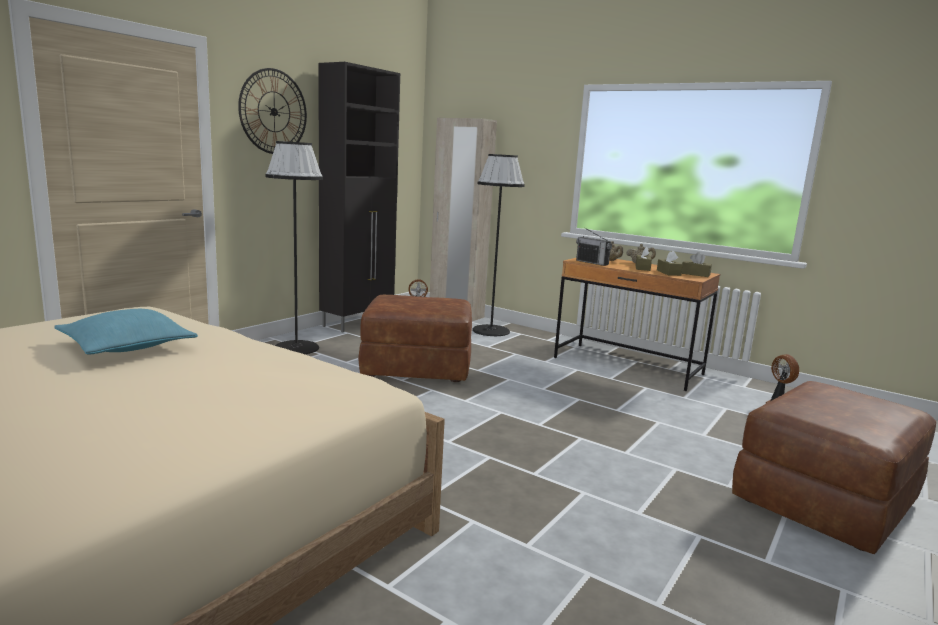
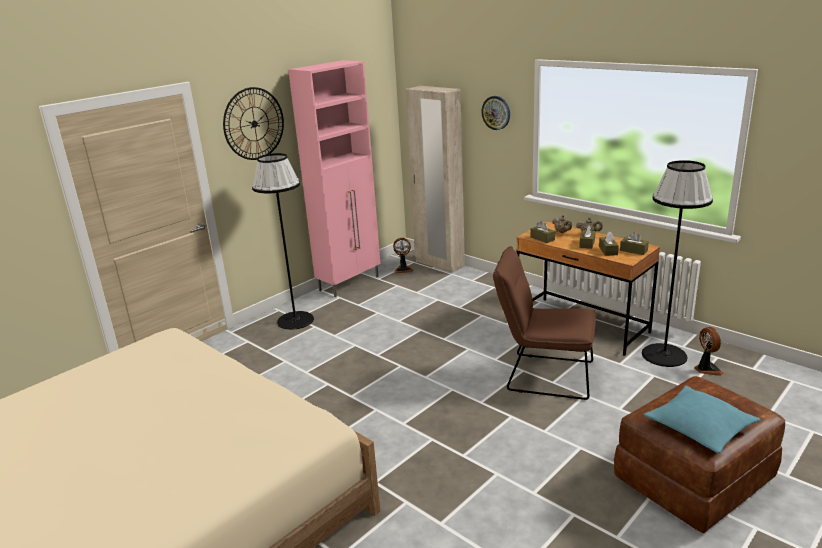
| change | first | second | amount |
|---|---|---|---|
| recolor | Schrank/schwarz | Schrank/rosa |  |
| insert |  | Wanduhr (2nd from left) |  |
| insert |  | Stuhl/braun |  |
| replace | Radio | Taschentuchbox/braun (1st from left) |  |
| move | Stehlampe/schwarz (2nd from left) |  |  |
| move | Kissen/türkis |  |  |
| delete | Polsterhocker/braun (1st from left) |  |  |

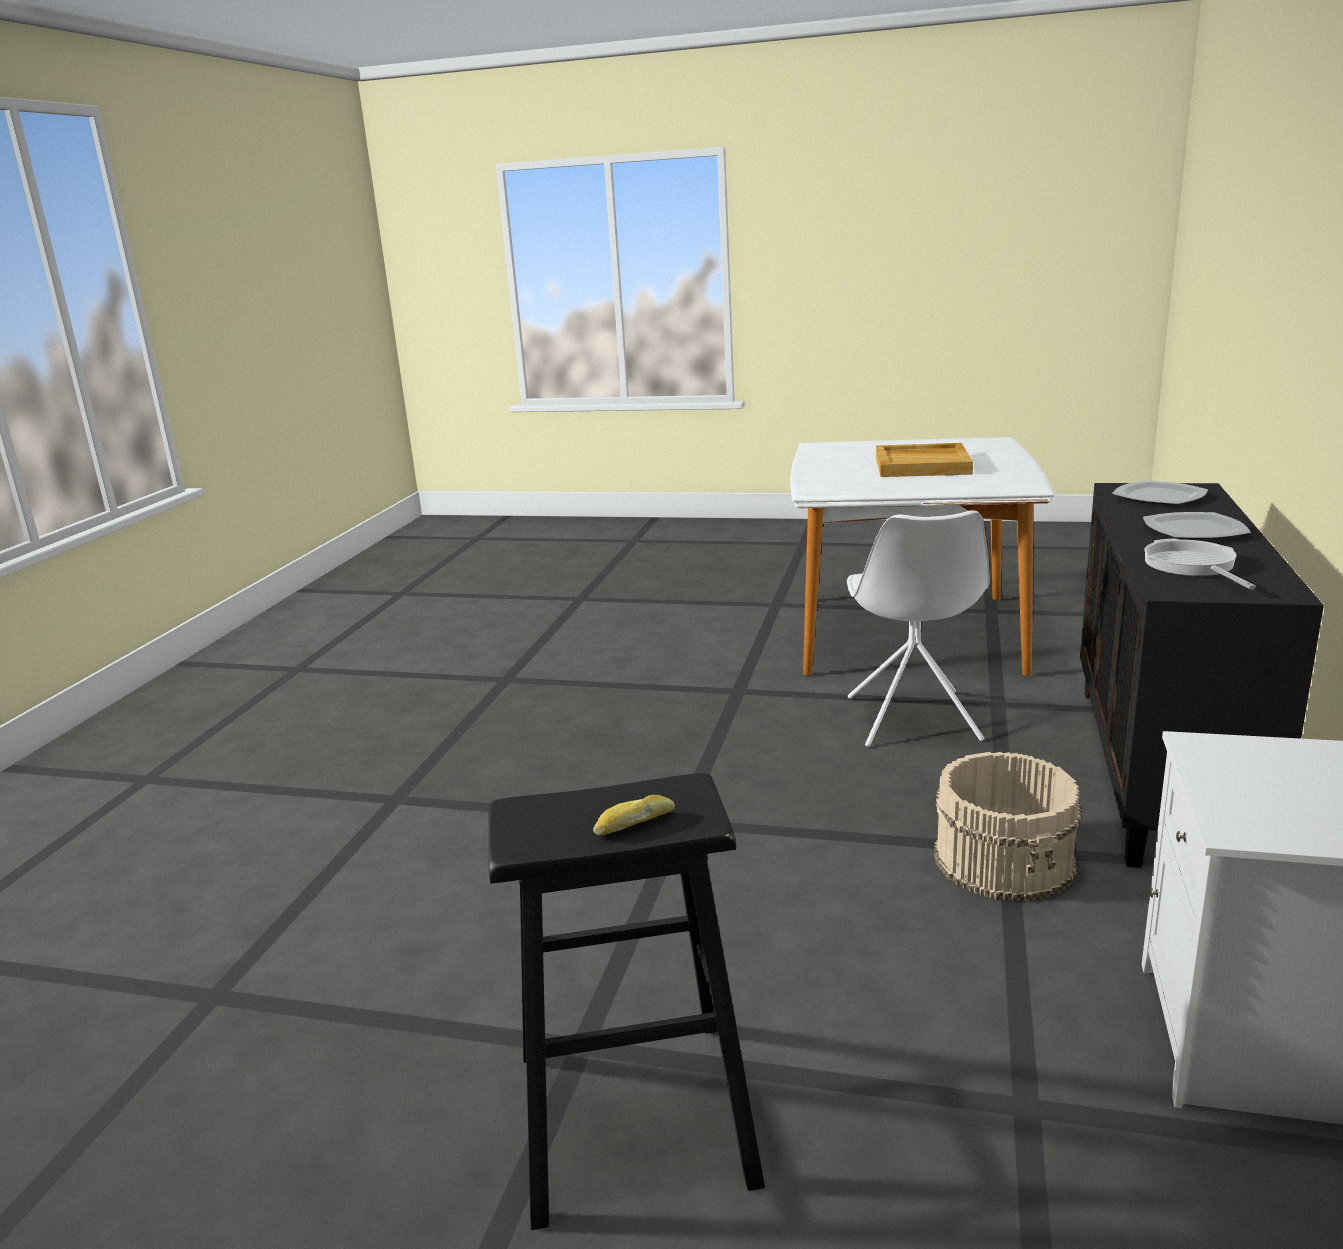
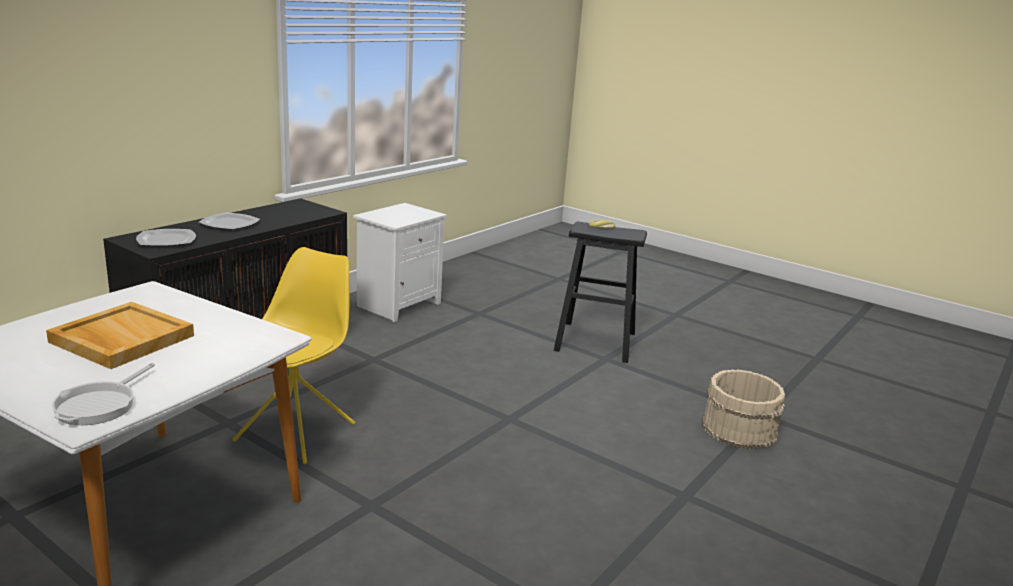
| change | first | second | amount |
|---|---|---|---|
| move | Pfanne |  |  |
| recolor | Stuhl/weiß | Stuhl/gelb |  |
| move | Eimer/beige |  |  |

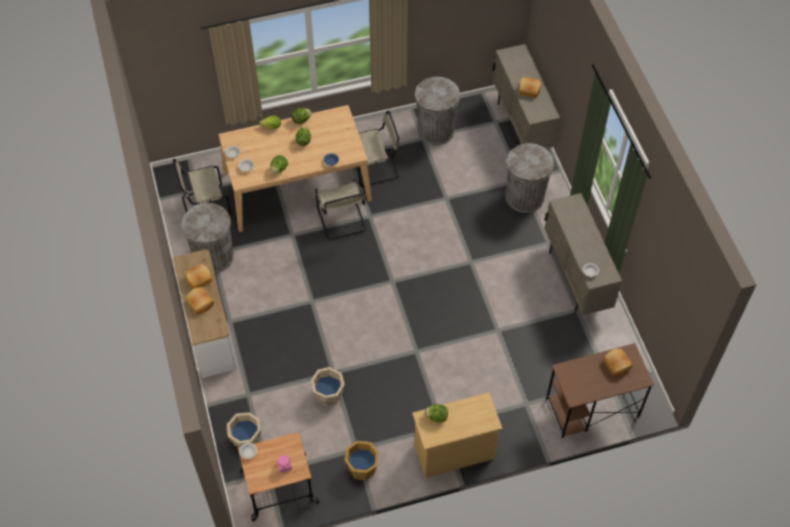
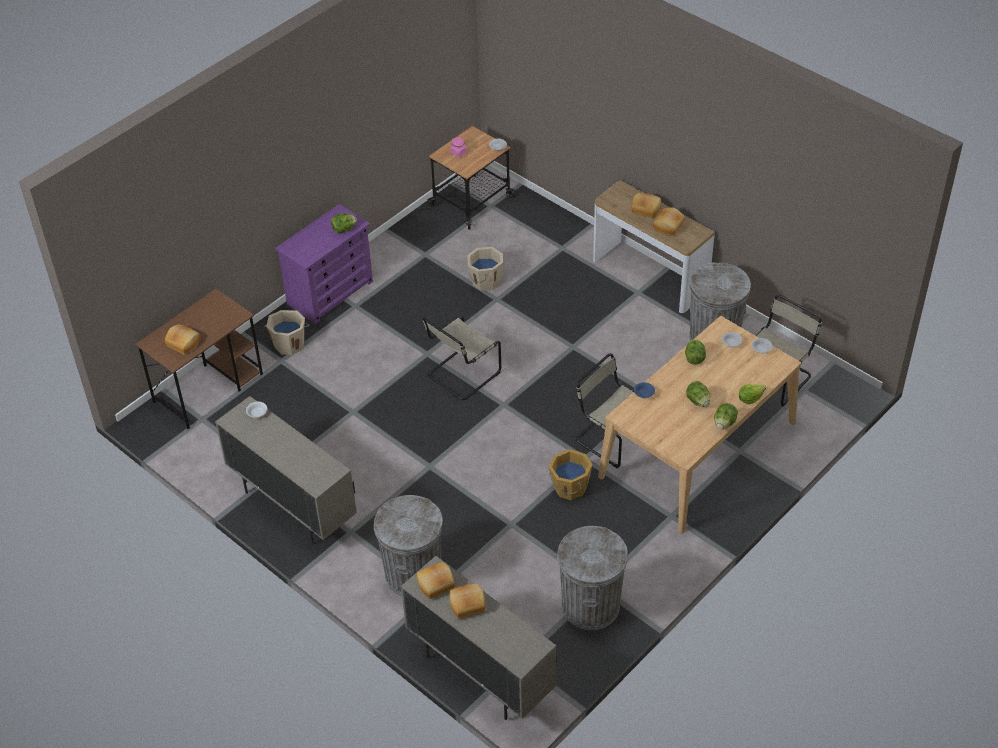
| change | first | second | amount |
|---|---|---|---|
| move | Eimer/beige (1st from left) |  |  |
| recolor | Kommode/beige | Kommode/lila |  |
| insert |  | Brot (2nd from left) |  |
| move | Stuhl/beige (3rd from left in the first image) | Stuhl/beige (1st from left) |  |
| move | Eimer/orange |  |  |

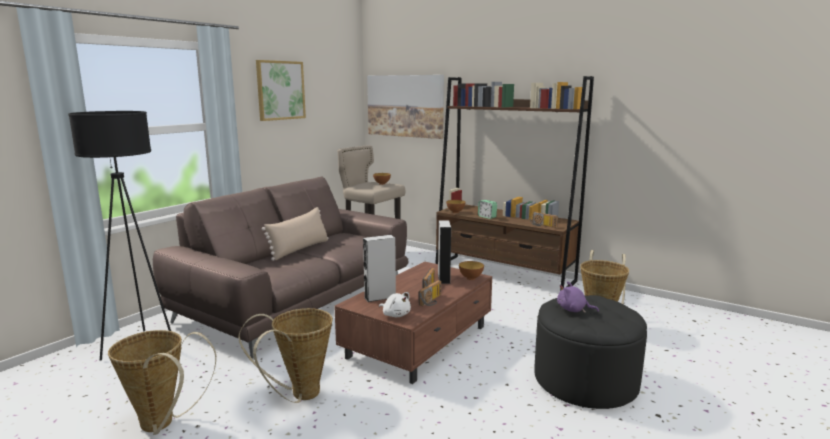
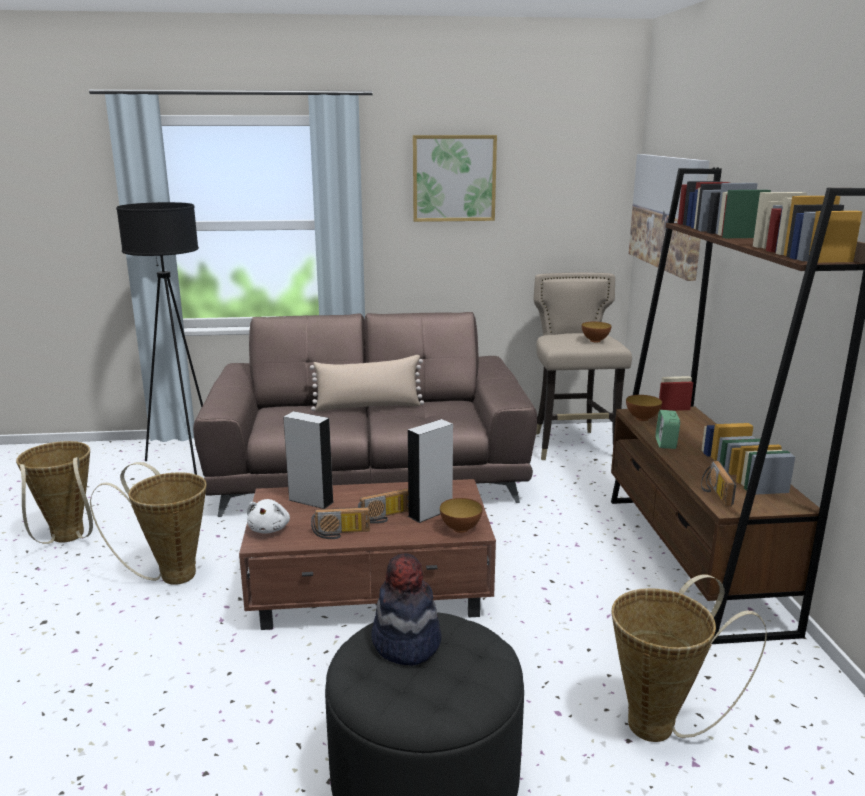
| change | first | second | amount |
|---|---|---|---|
| replace | Plüschtier/lila | Hut |  |

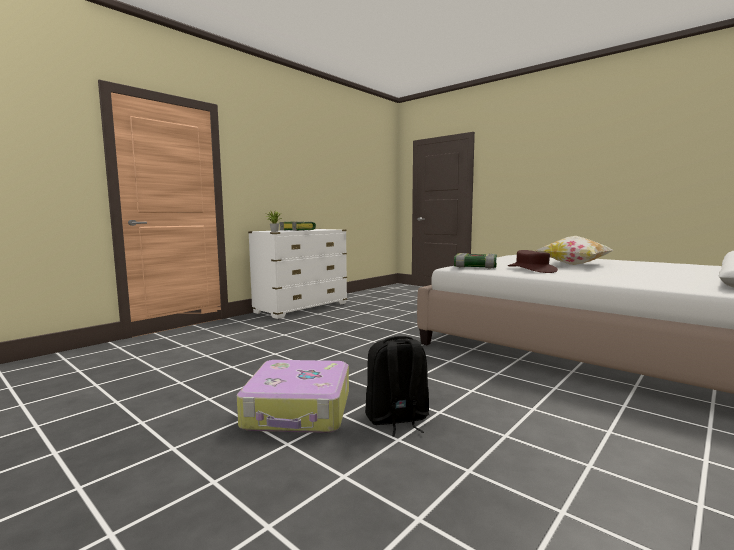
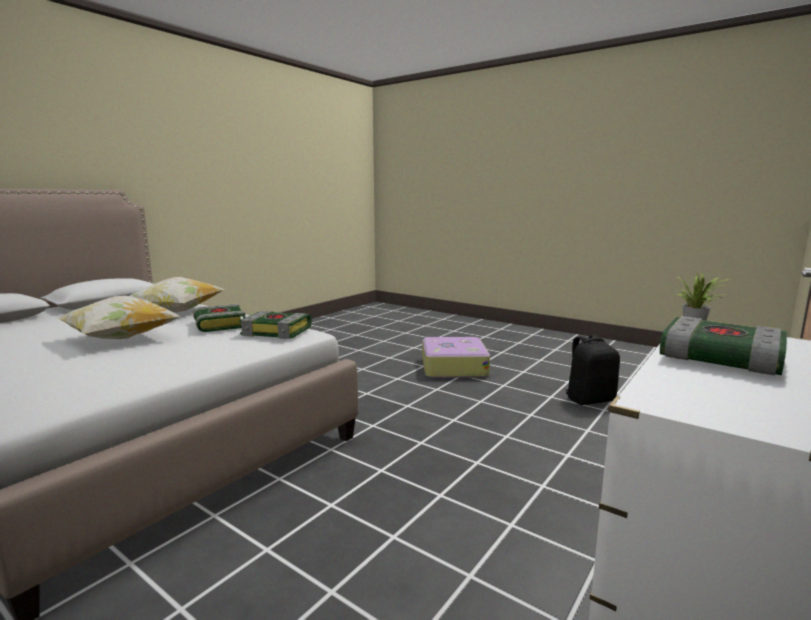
| change | first | second | amount |
|---|---|---|---|
| insert |  | Kissen (2nd from left) |  |
| replace | Hut/braun | Buch (1st from left) |  |
| move | Rucksack/schwarz |  |  |

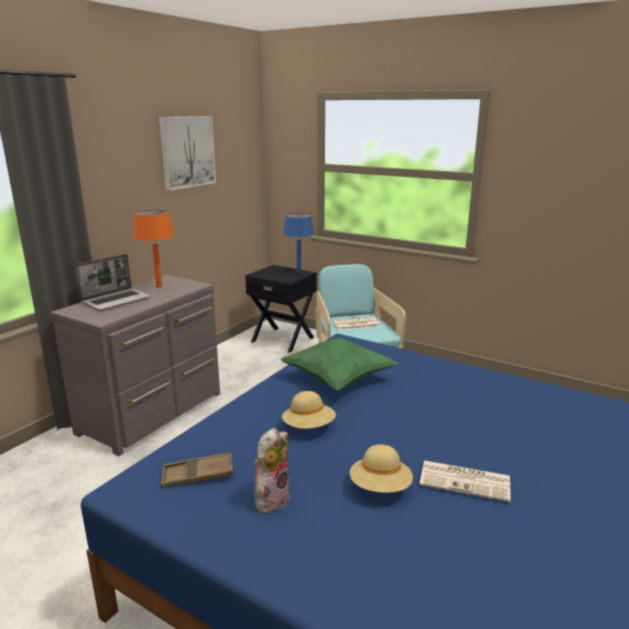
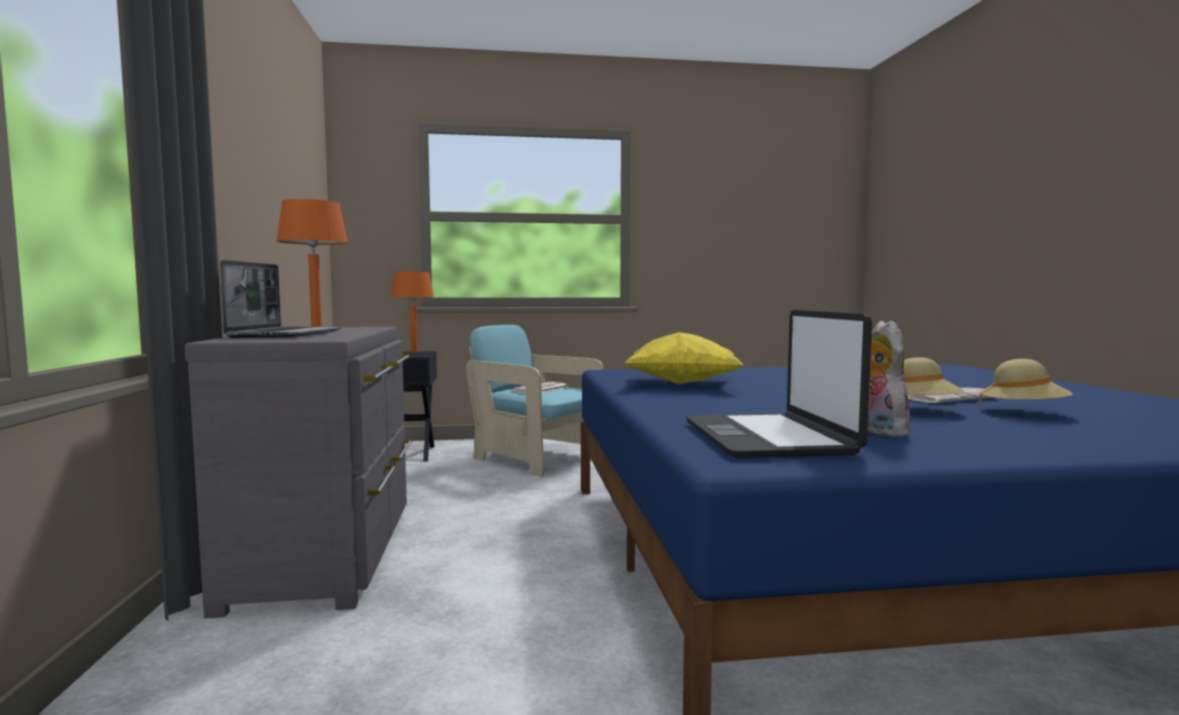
| change | first | second | amount |
|---|---|---|---|
| recolor | Tischlampe/blau | Tischlampe/orange (2nd from left) |  |
| recolor | Kissen/grün | Kissen/gelb |  |
| replace | Tablett/braun | Laptop (2nd from left) |  |
| move | Hut/beige (1st from left in the first image) | Hut/beige (2nd from left) |  |
| delete | Bild |  |  |

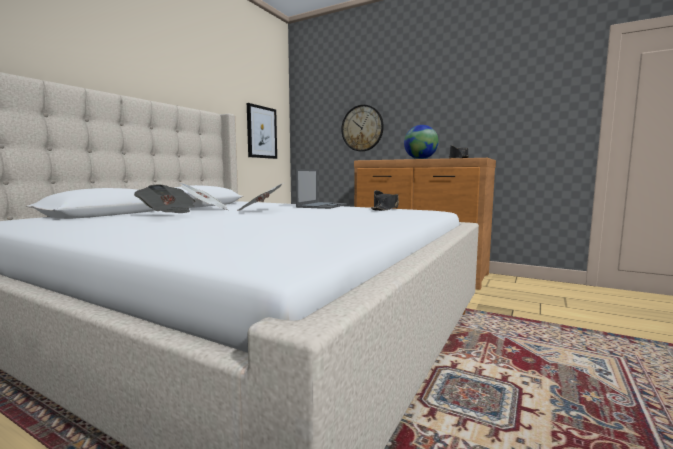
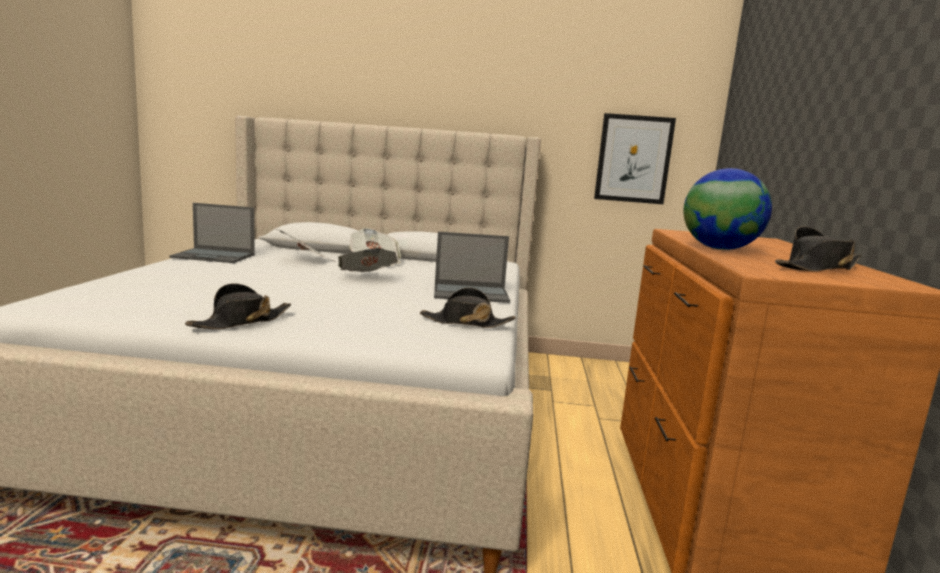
| change | first | second | amount |
|---|---|---|---|
| insert |  | Laptop (1st from left) |  |
| insert |  | Hut/schwarz (1st from left) |  |
| delete | Wanduhr |  |  |

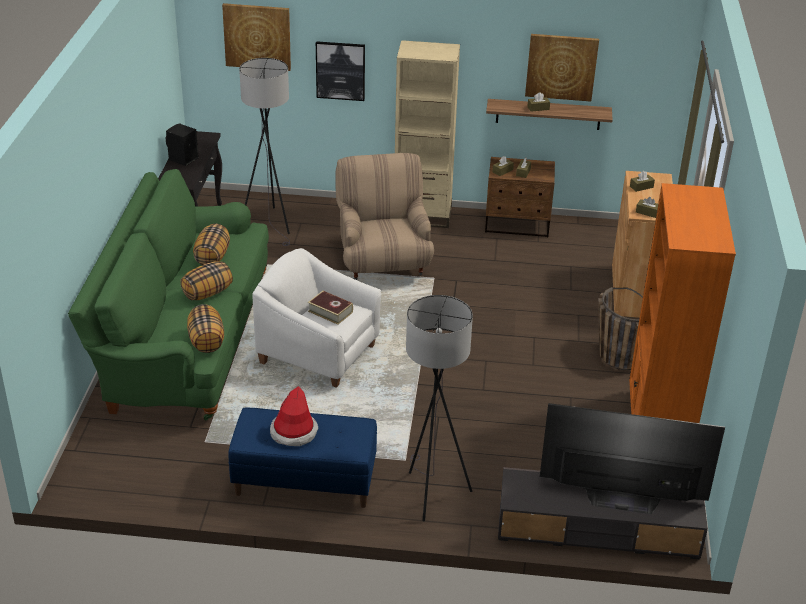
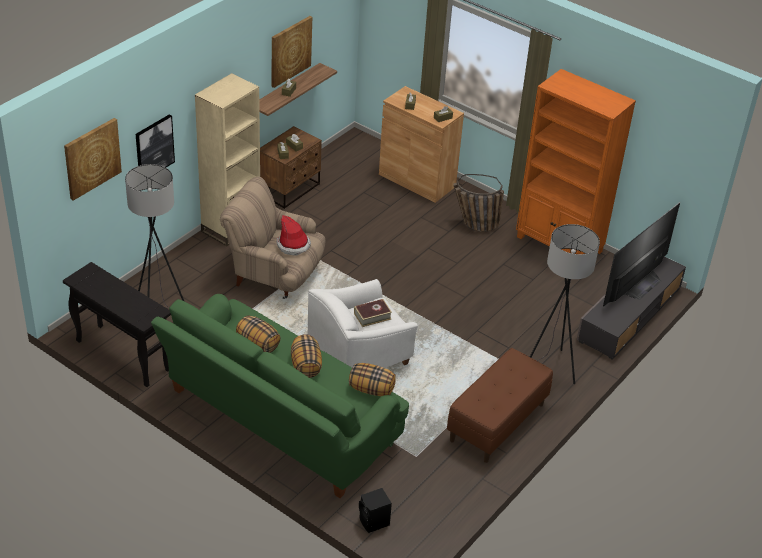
| change | first | second | amount |
|---|---|---|---|
| move | Hut |  |  |
| move | Lautsprecher/schwarz |  |  |
| recolor | Bank/blau | Bank/braun |  |

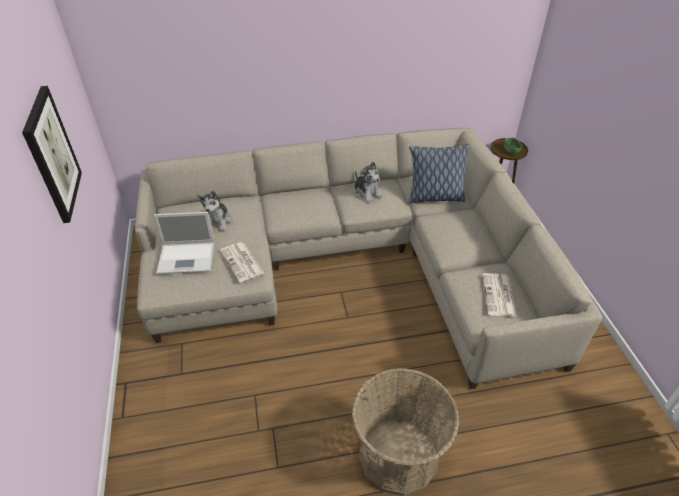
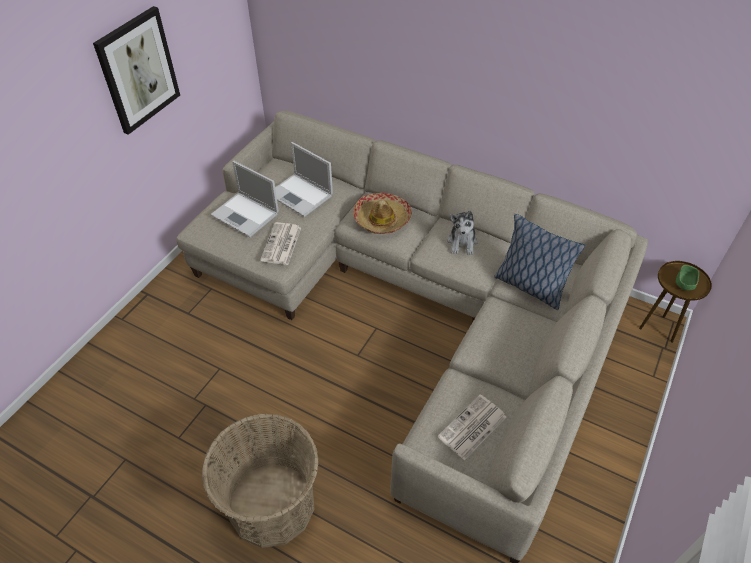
| change | first | second | amount |
|---|---|---|---|
| replace | Plüschtier (1st from left) | Laptop (2nd from left) |  |
| insert |  | Hut |  |

